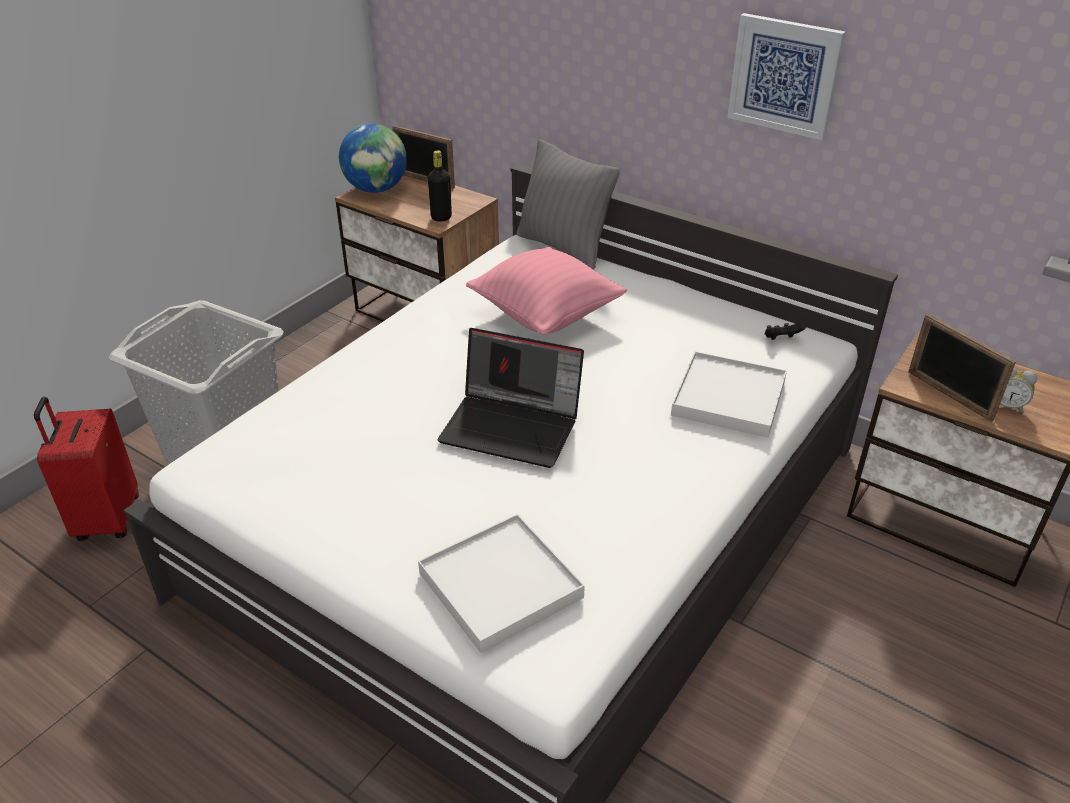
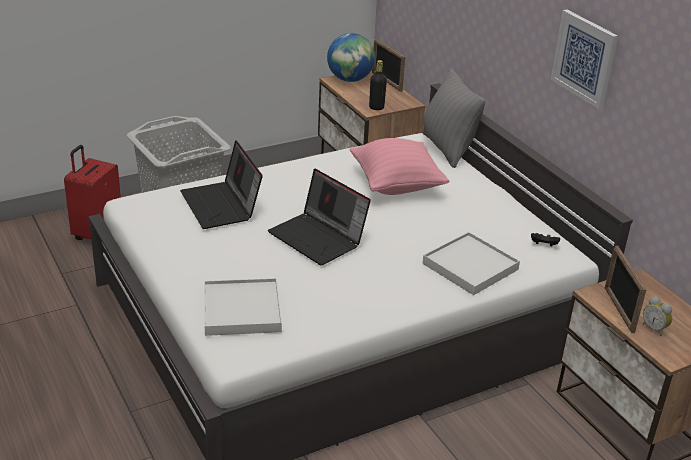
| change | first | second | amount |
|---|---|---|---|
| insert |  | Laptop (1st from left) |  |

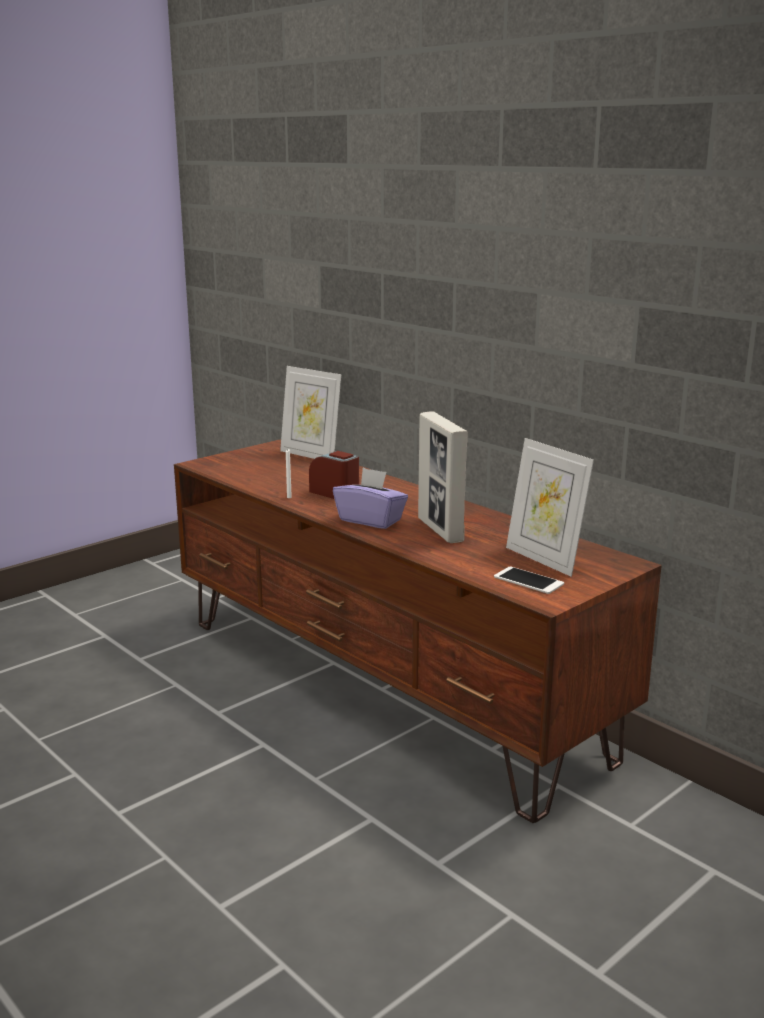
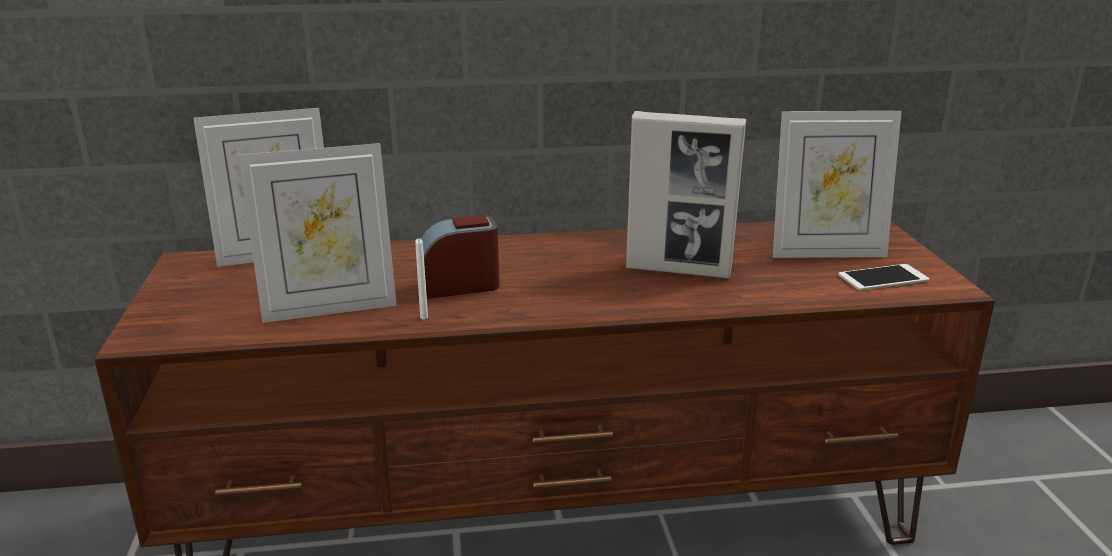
| change | first | second | amount |
|---|---|---|---|
| insert |  | Bilderrahmen (2nd from left) |  |
| delete | Taschentuchbox/lila |  |  |

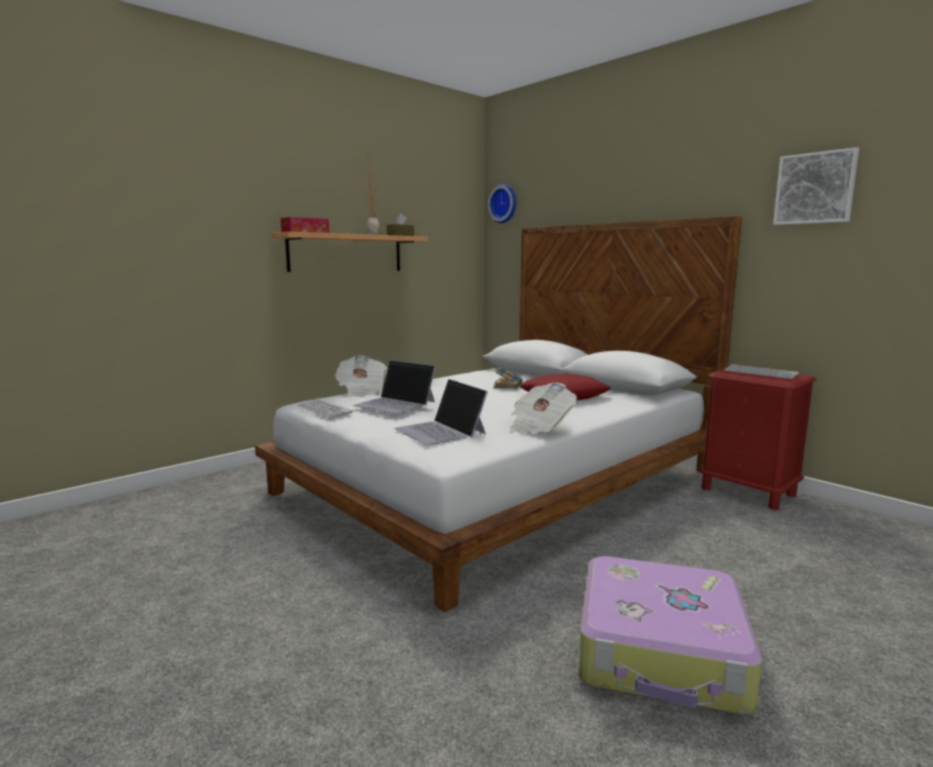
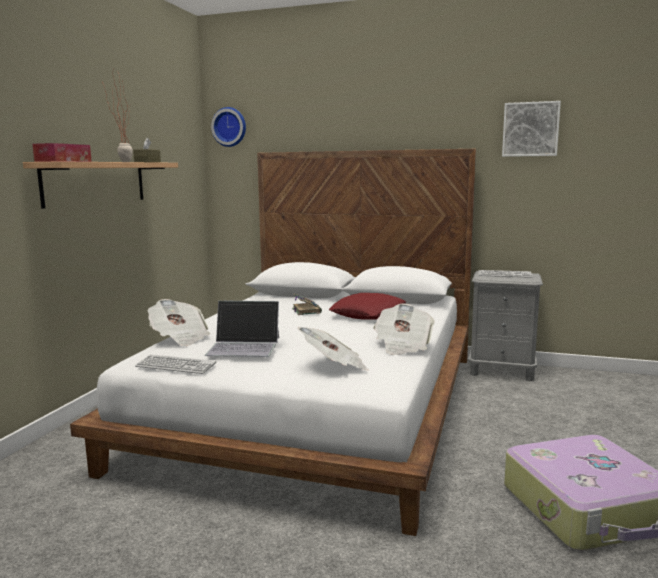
| change | first | second | amount |
|---|---|---|---|
| replace | Laptop (2nd from left) | Zeitung (2nd from left) |  |
| recolor | Nachttisch/rot | Nachttisch/grau |  |

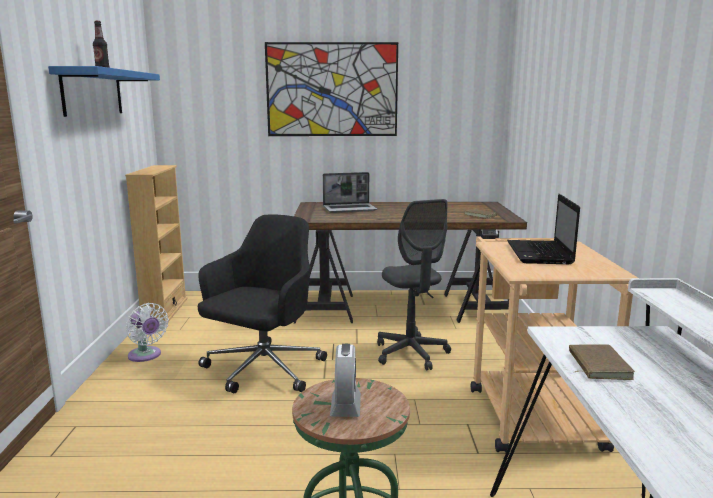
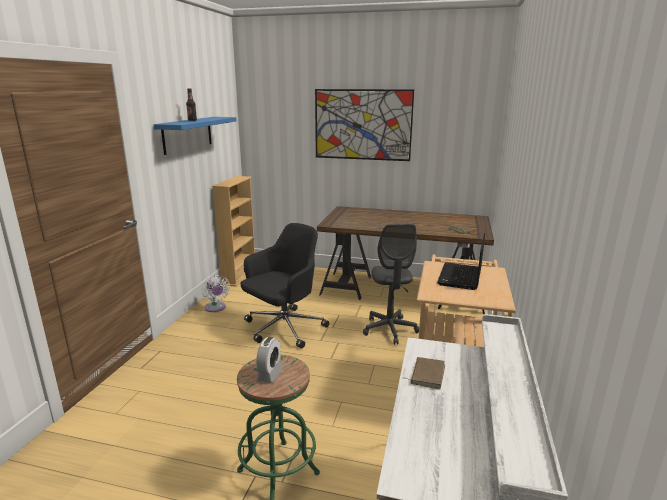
| change | first | second | amount |
|---|---|---|---|
| delete | Laptop (1st from left) |  |  |

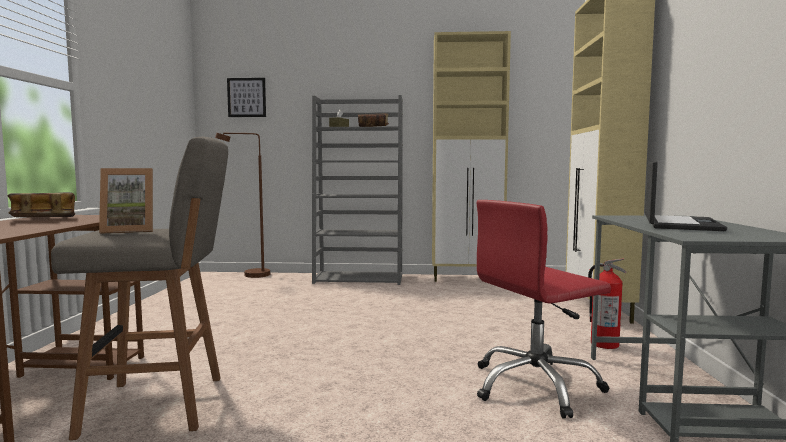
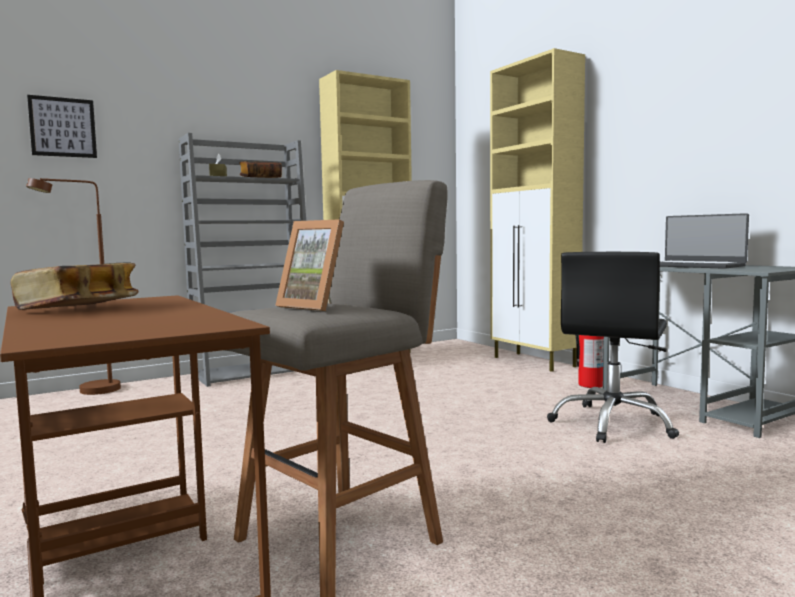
| change | first | second | amount |
|---|---|---|---|
| rotate | Bilderrahmen |  | 90 degrees clockwise |
| recolor | Bürostuhl/rot | Bürostuhl/schwarz |  |
| rotate | Laptop |  | 150 degrees clockwise |

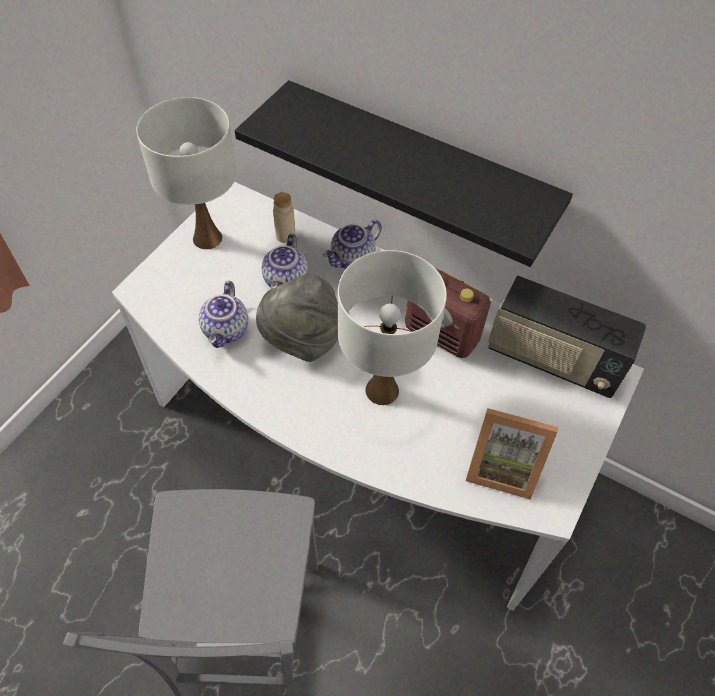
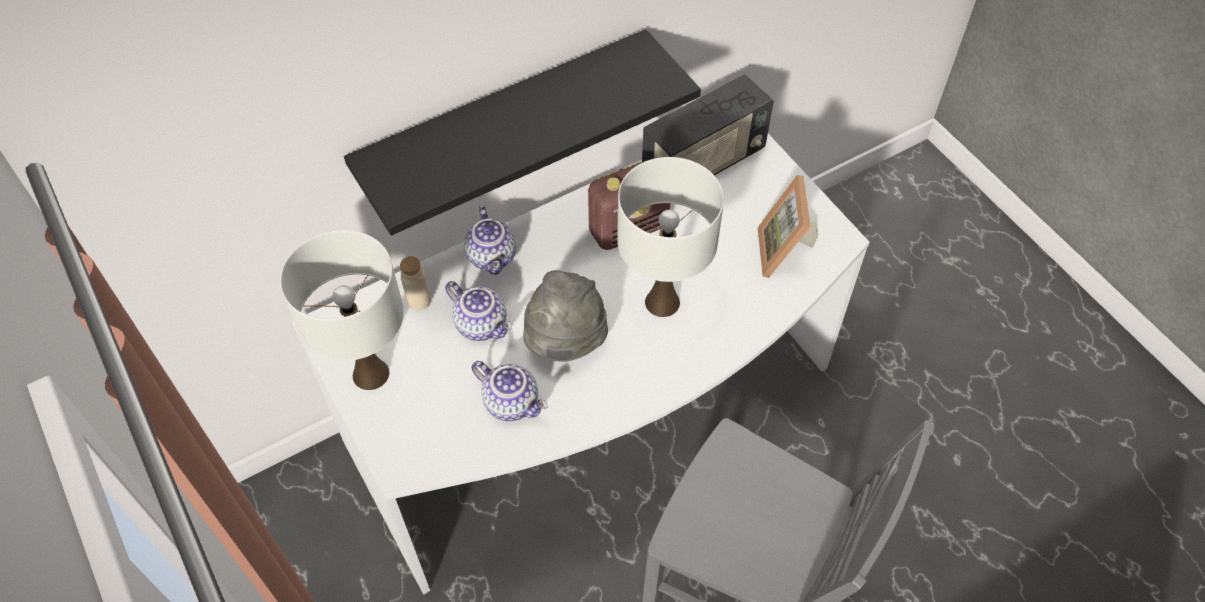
| change | first | second | amount |
|---|---|---|---|
| rotate | Bilderrahmen |  | 135 degrees clockwise |

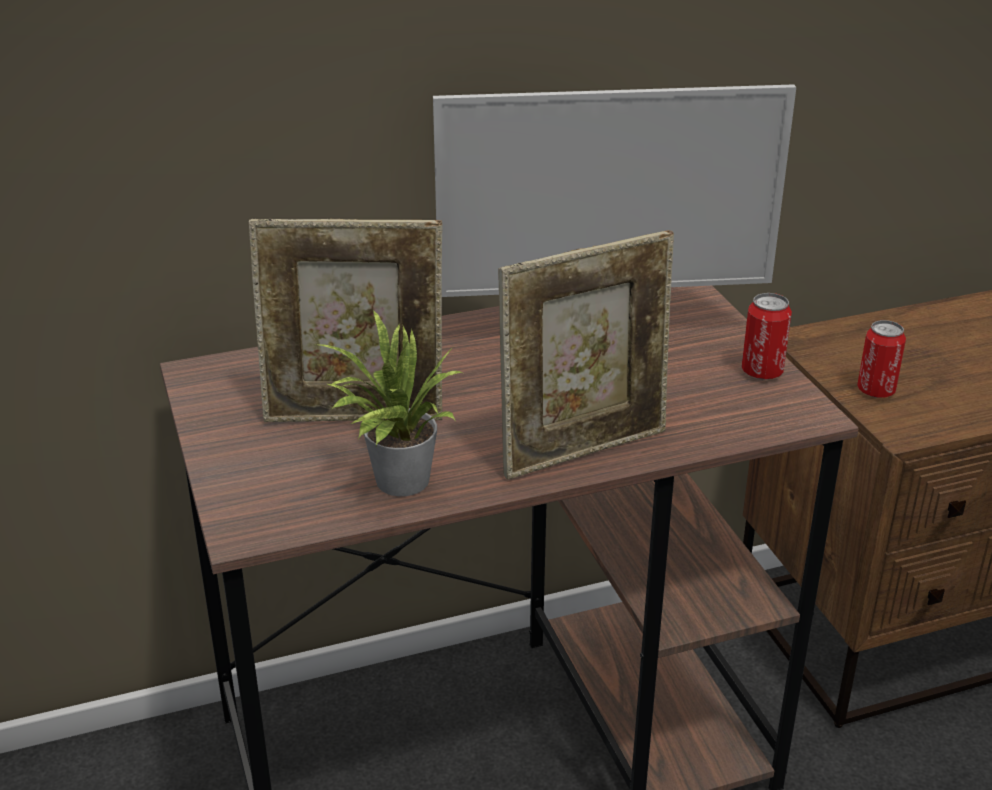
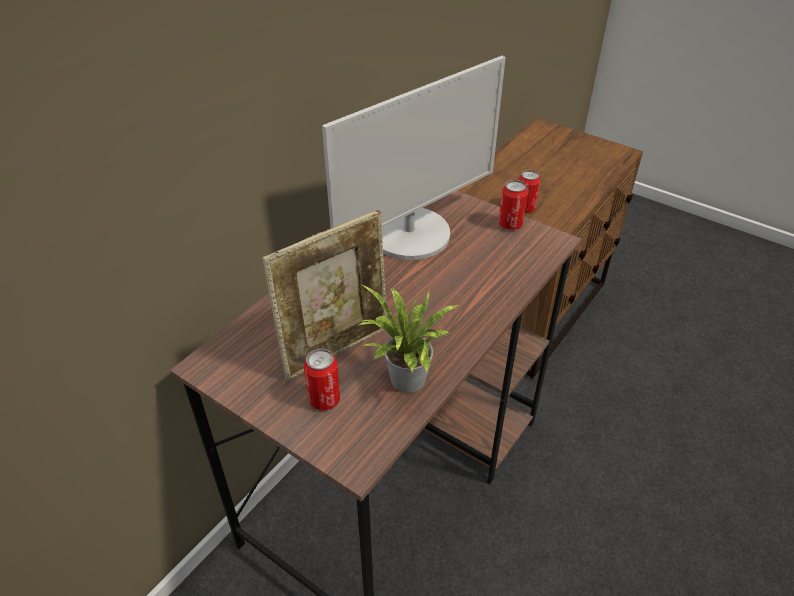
| change | first | second | amount |
|---|---|---|---|
| insert |  | Dose (1st from left) |  |
| delete | Bilderrahmen (2nd from left) |  |  |

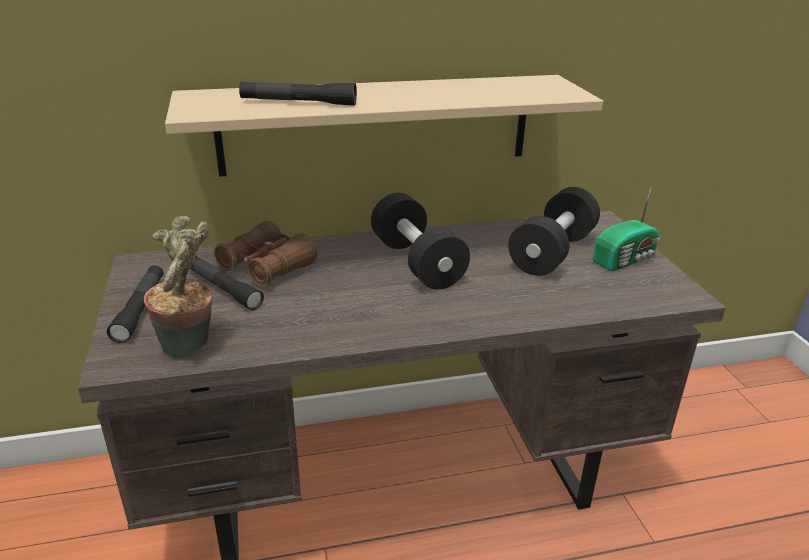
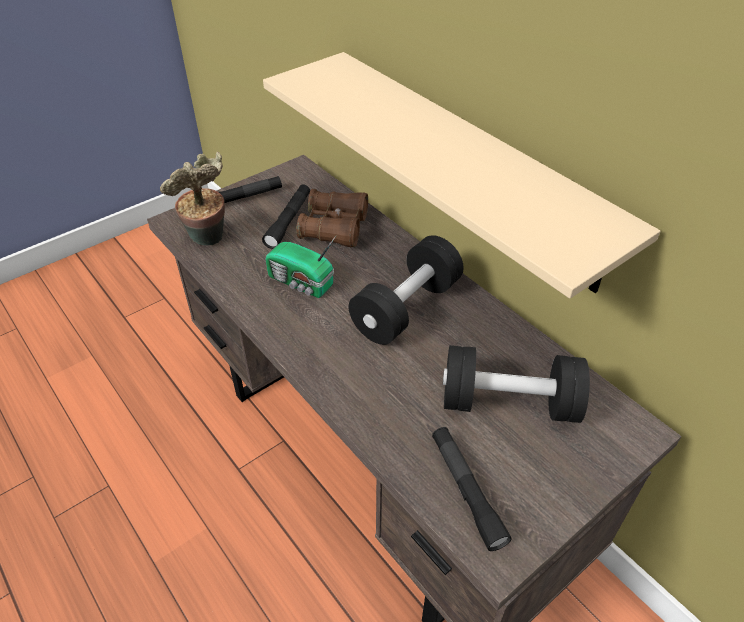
| change | first | second | amount |
|---|---|---|---|
| move | Radio |  |  |
| move | Taschenlampe/schwarz (3rd from left) |  |  |

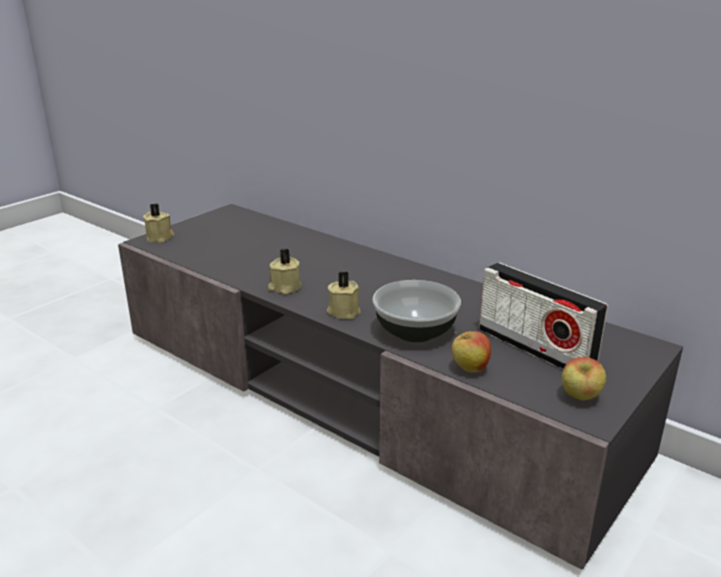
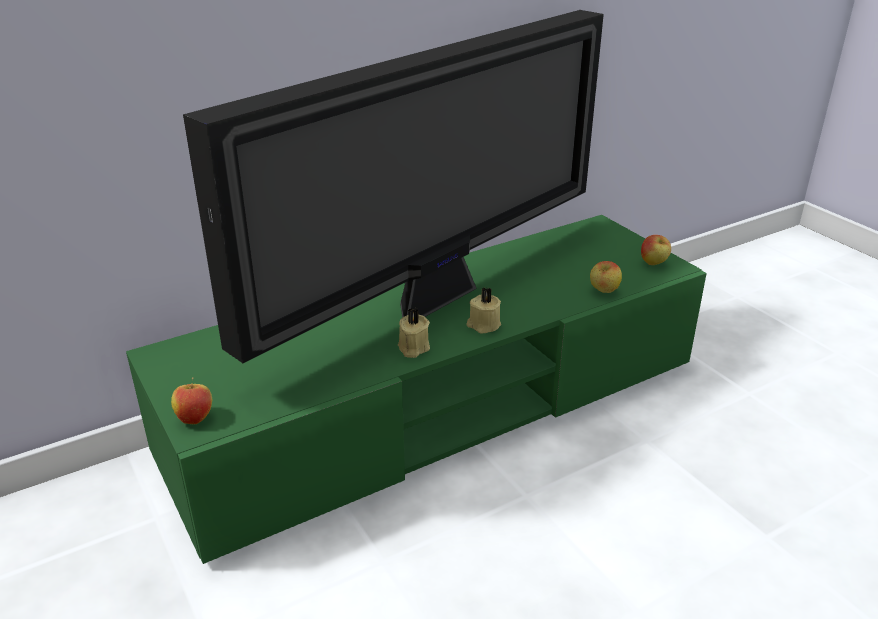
| change | first | second | amount |
|---|---|---|---|
| recolor | Fernsehschrank/grau | Fernsehschrank/grün |  |
| replace | Kerze/beige (1st from left) | Apfel (1st from left) |  |
| insert |  | Fernseher |  |
| delete | Schüssel |  |  |
| delete | Radio |  |  |

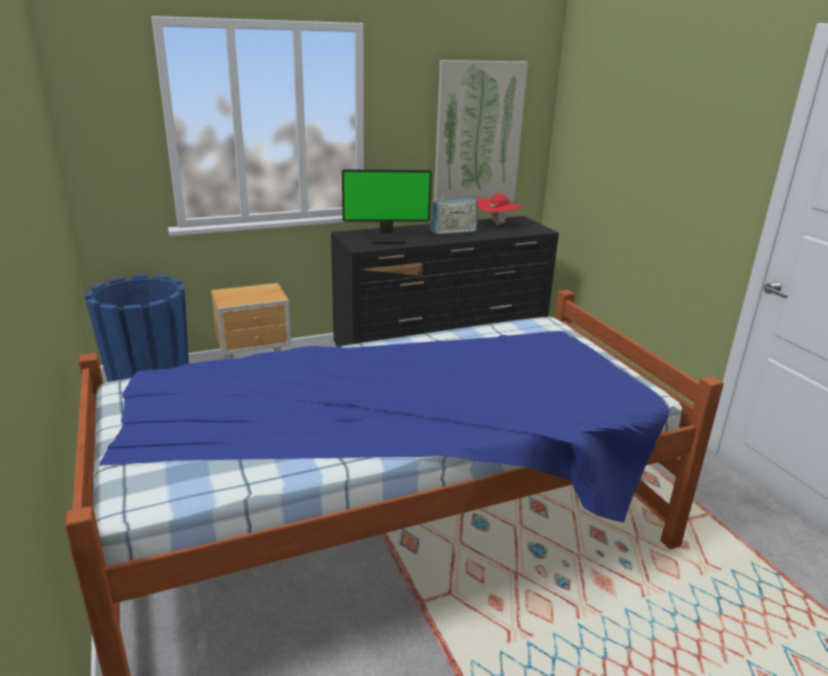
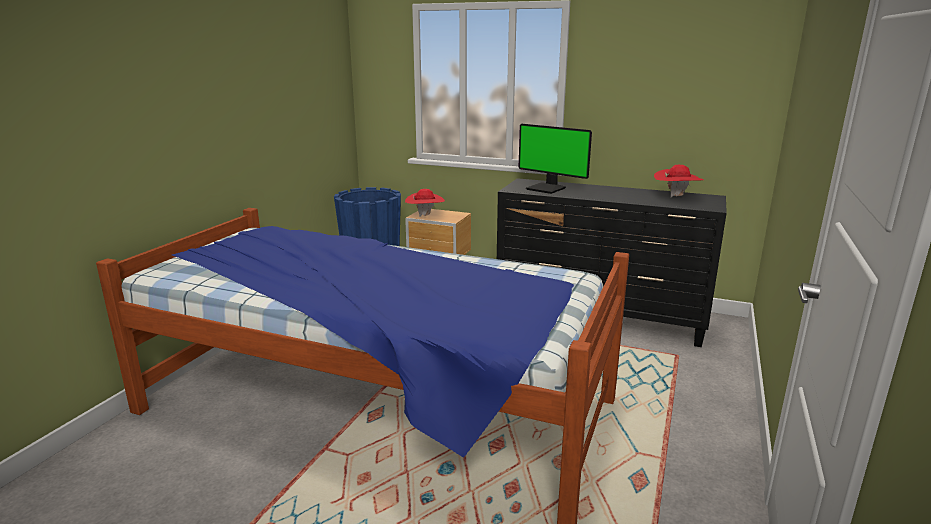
| change | first | second | amount |
|---|---|---|---|
| insert |  | Hut/rot (1st from left) |  |
| delete | Radio |  |  |
| delete | Bild |  |  |

